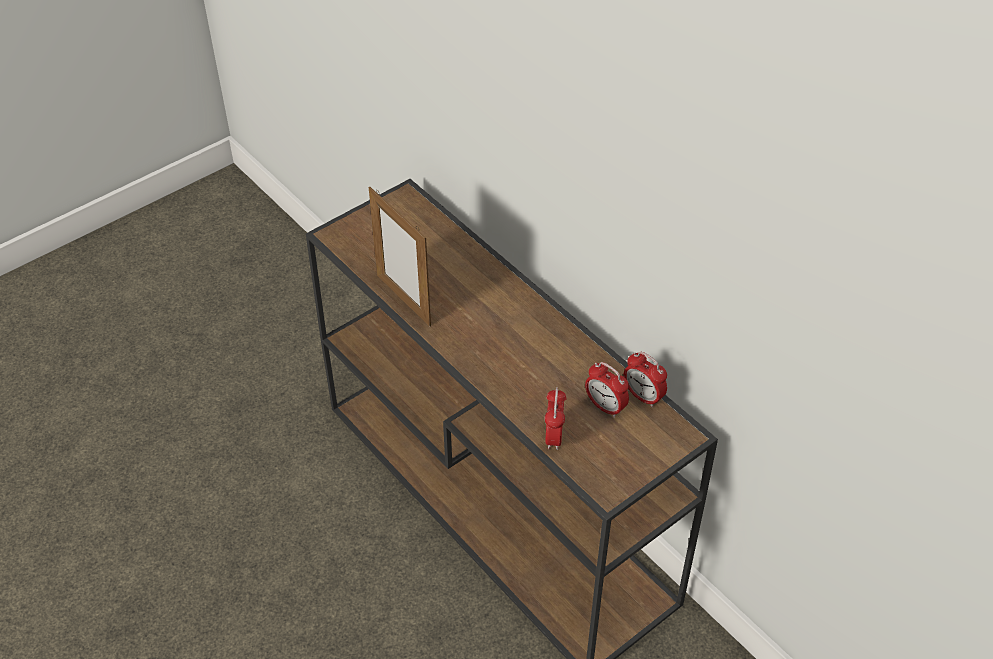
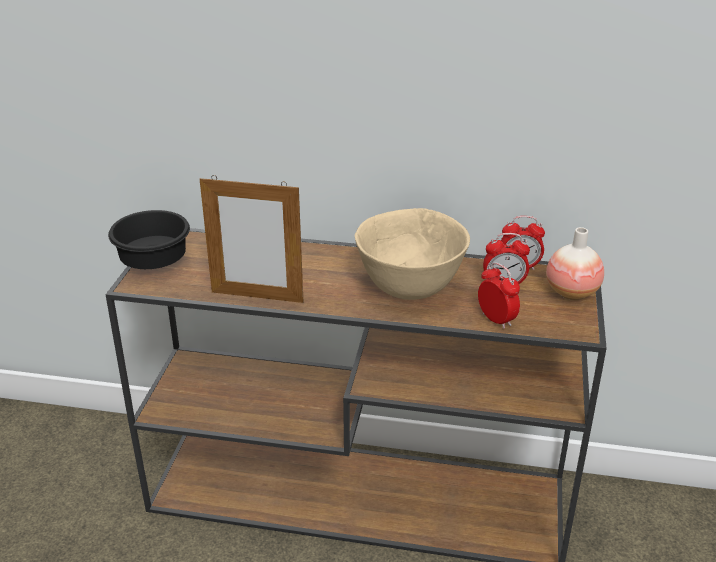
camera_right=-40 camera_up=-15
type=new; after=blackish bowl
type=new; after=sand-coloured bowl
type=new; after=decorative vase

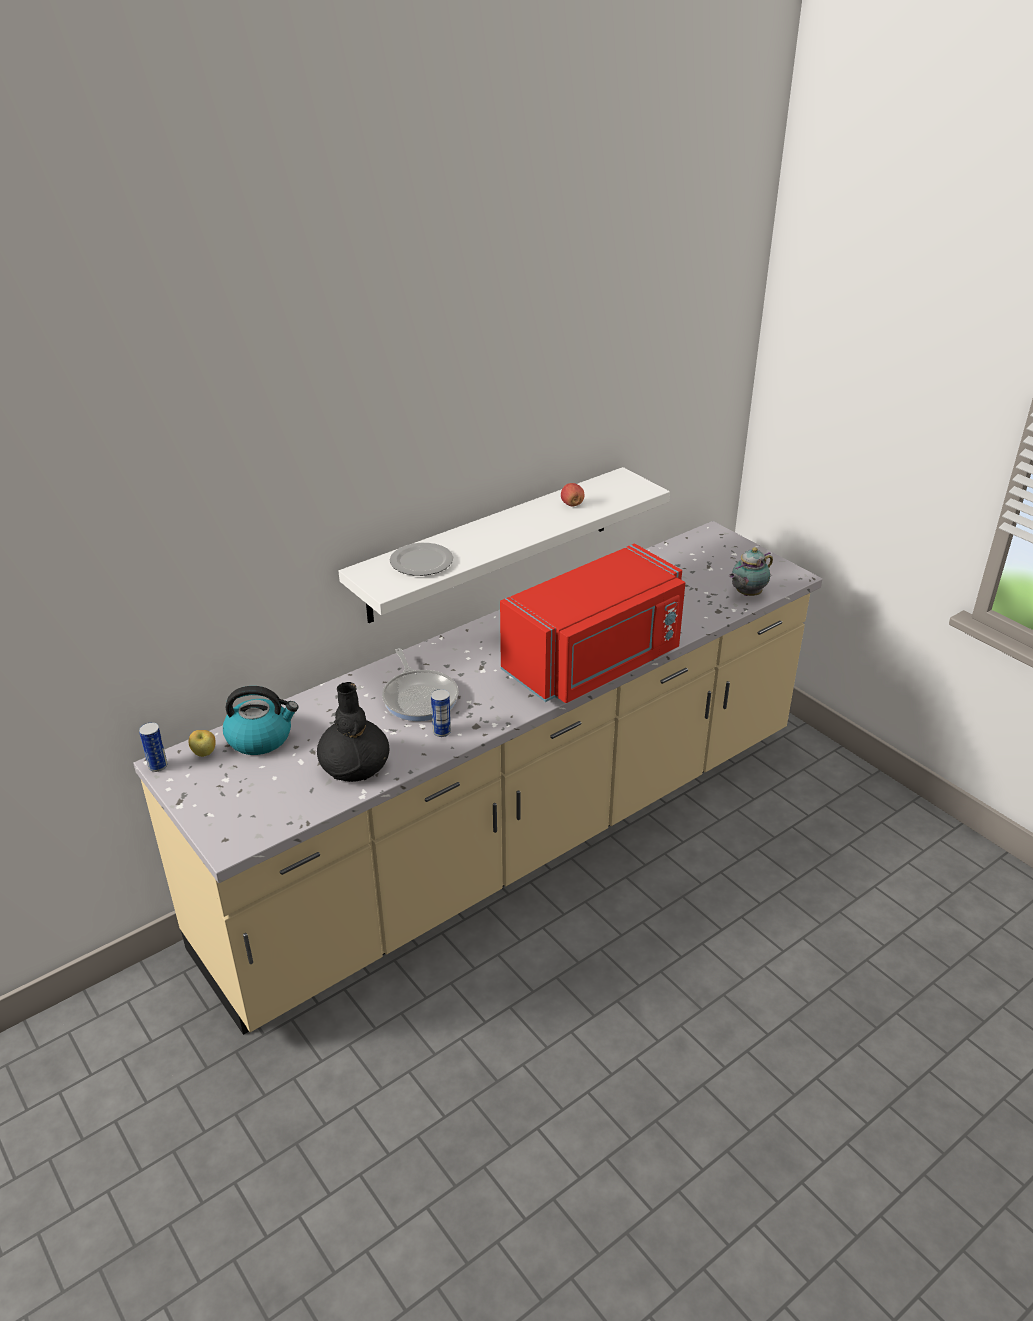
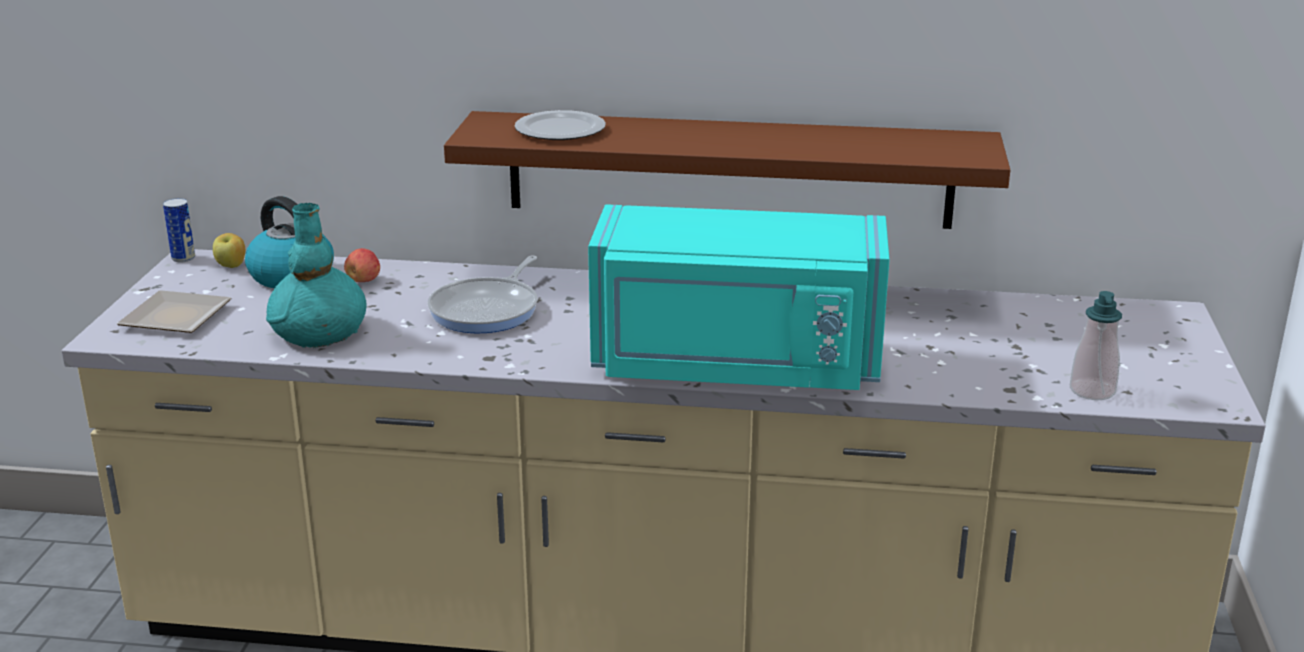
camera_right=45 camera_up=-10
type=gone; before=can (no. 2 from left)
type=new; after=flat dish (no. 1 from left)
type=shifted; before=apple fruit (no. 2 from left)
type=swapped; before=pot for tea; after=soap bottle
type=repainted; before=blackish decorative vase; after=turquoise decorative vase
type=repainted; before=white-coloured bracket shelf; after=brownish bracket shelf
type=repainted; before=reddish kitchen microwave; after=turquoise kitchen microwave

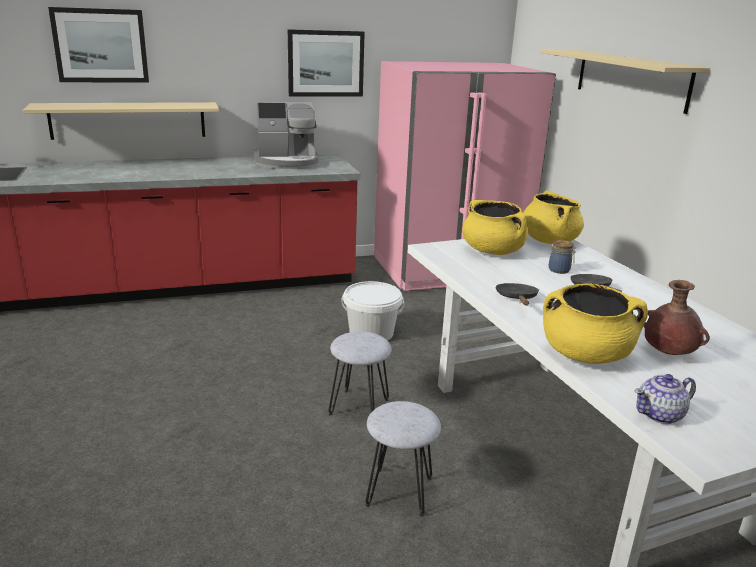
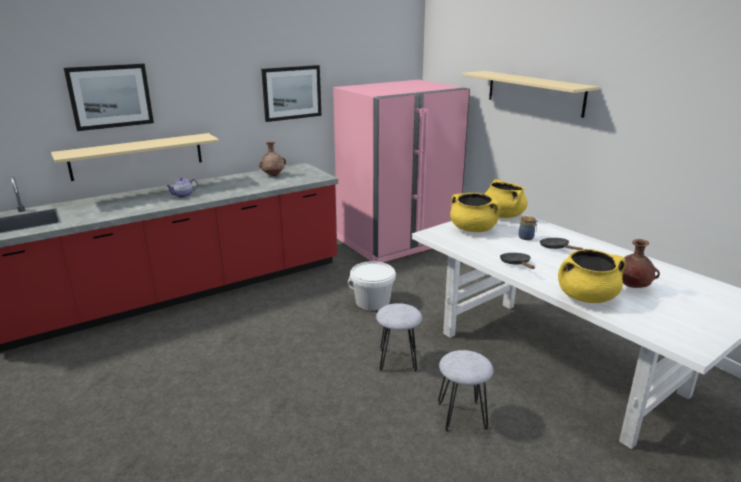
camera_right=-15 camera_up=0
type=shifted; before=pot for tea
type=swapped; before=coffee brewer; after=brownish decorative vase (no. 1 from left)

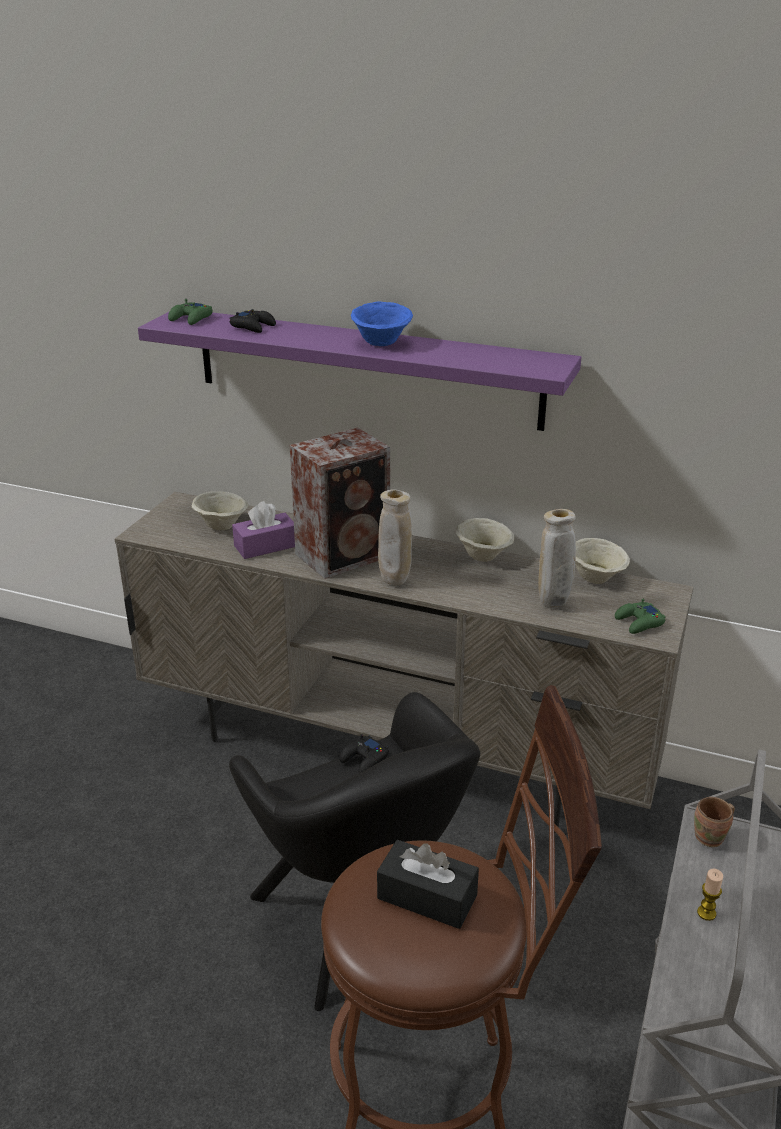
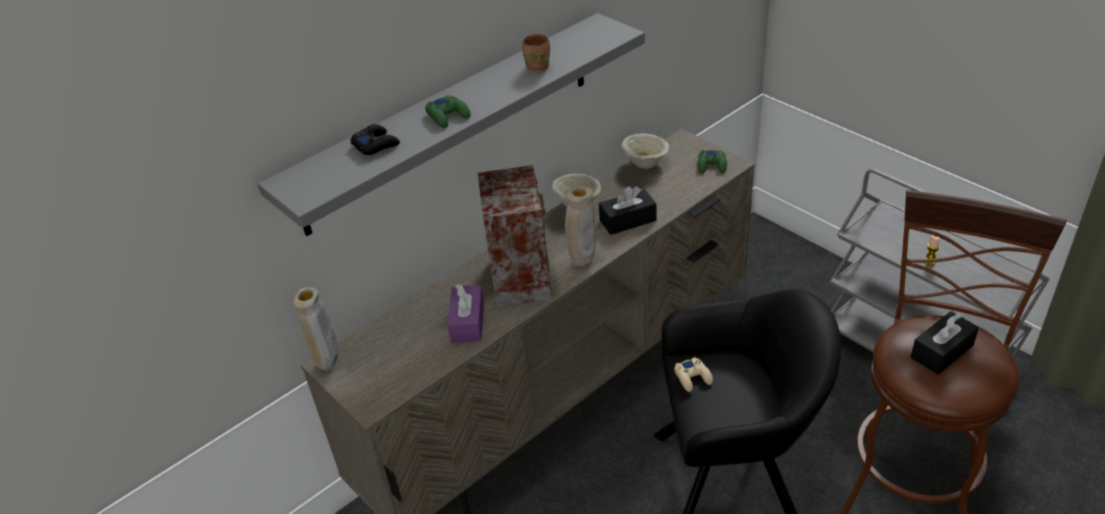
camera_right=-60 camera_up=10
type=gone; before=sand-coloured bowl (no. 1 from left)
type=gone; before=blue bowl
type=new; after=blackish tissue box (no. 1 from left)
type=shifted; before=green joypad (no. 1 from left)
type=shifted; before=sand-coloured decorative vase (no. 2 from left in the first image); after=sand-coloured decorative vase (no. 1 from left)
type=shifted; before=brownish coffee mug
type=repainted; before=purple-coloured bracket shelf; after=greyish bracket shelf
type=repainted; before=blackish joypad (no. 2 from left); after=sand-coloured joypad

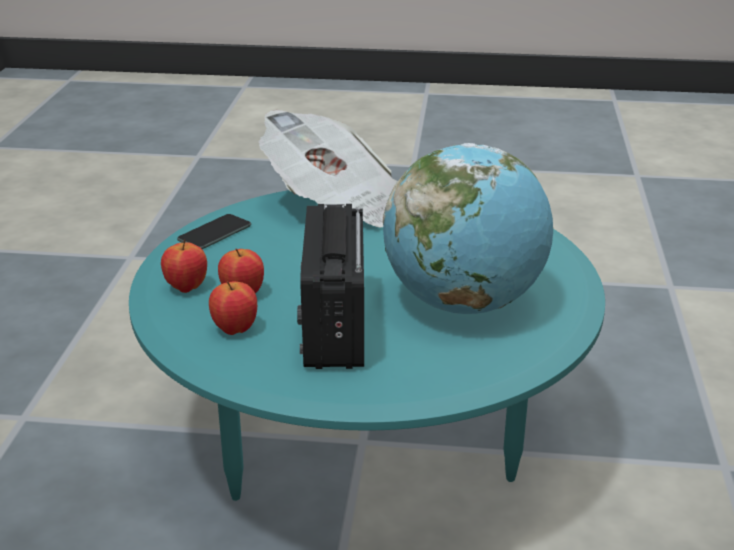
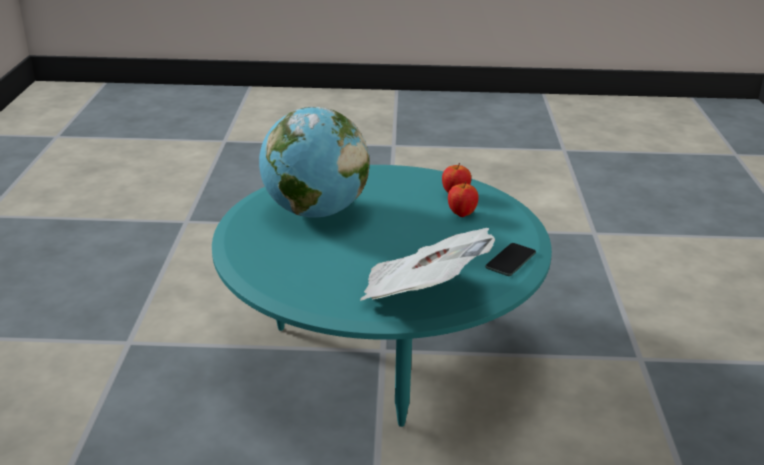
camera_right=175 camera_up=0
type=gone; before=apple fruit (no. 1 from left)
type=gone; before=radio set

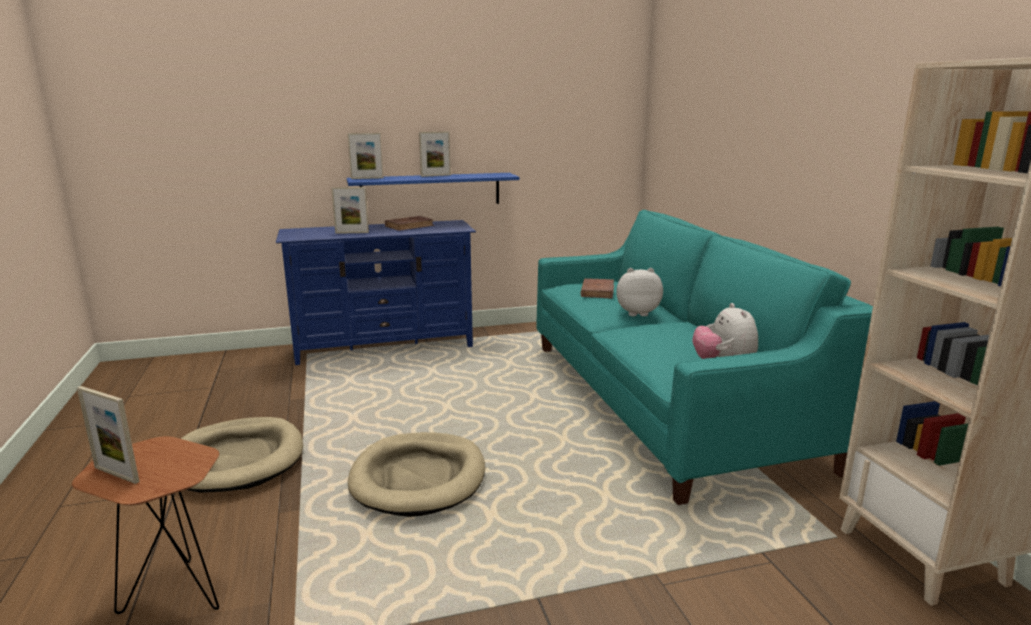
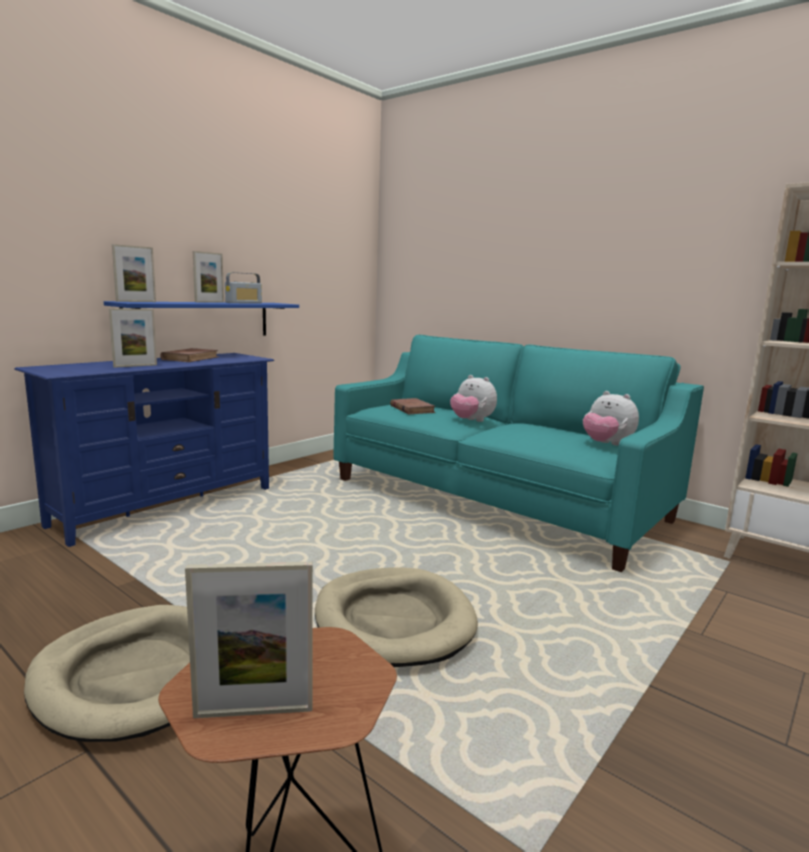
camera_right=-35 camera_up=-5
type=new; after=radio set
type=rotated; before=soft toy (no. 1 from left); turn=-105

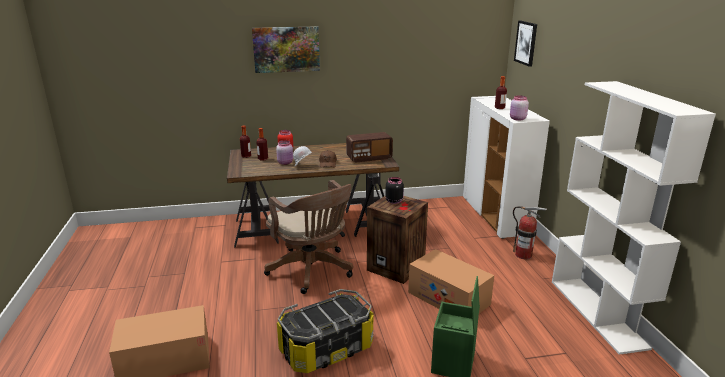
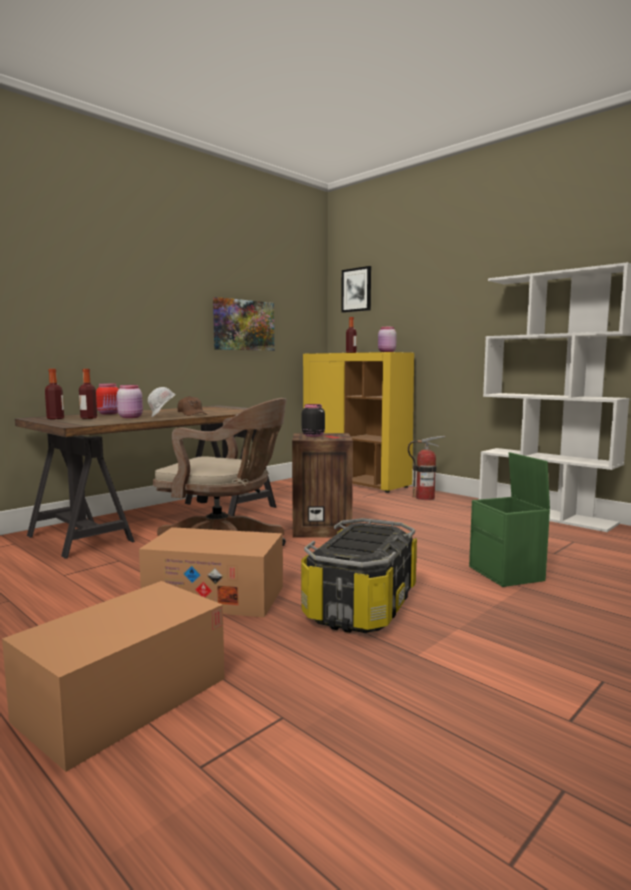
camera_right=-35 camera_up=-15
type=gone; before=radio set
type=shifted; before=picture (no. 1 from left)
type=shifted; before=packing box (no. 2 from left)
type=repainted; before=white-coloured cupboard; after=yellow cupboard

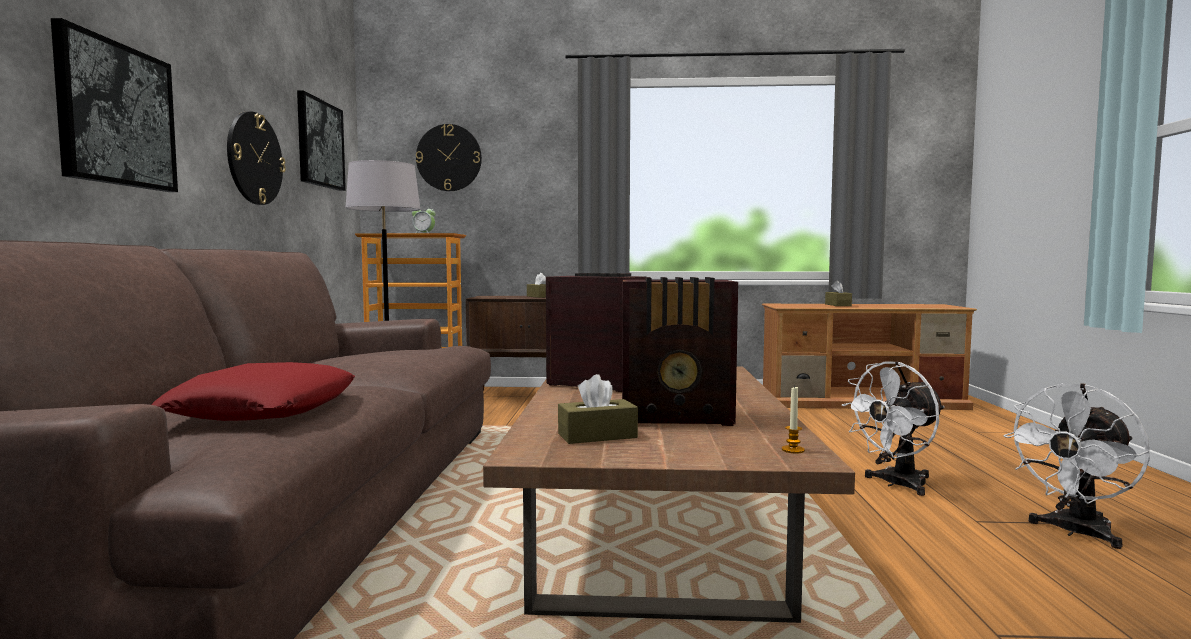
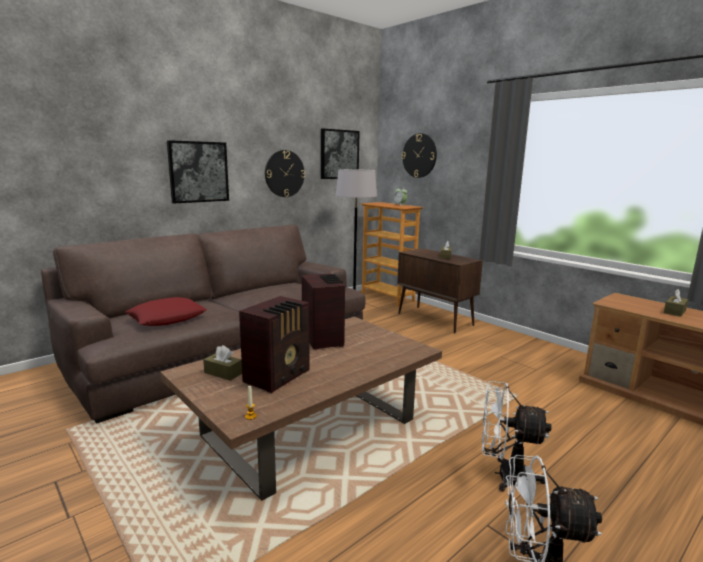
camera_right=45 camera_up=10
type=rotated; before=radio set (no. 2 from left in the first image); turn=-105

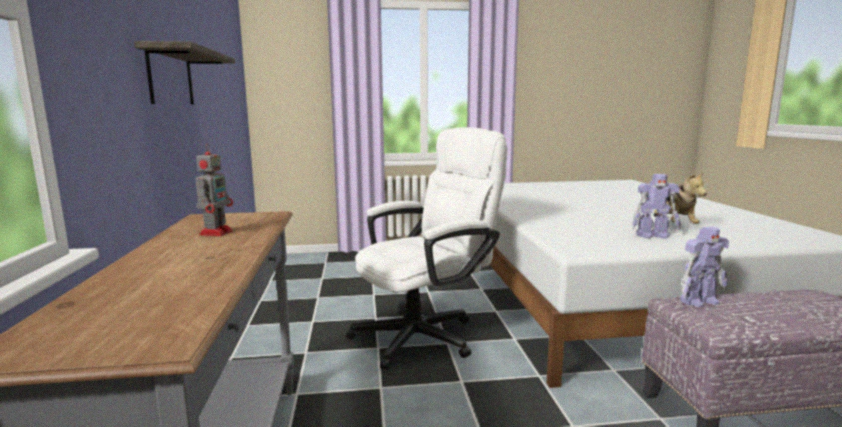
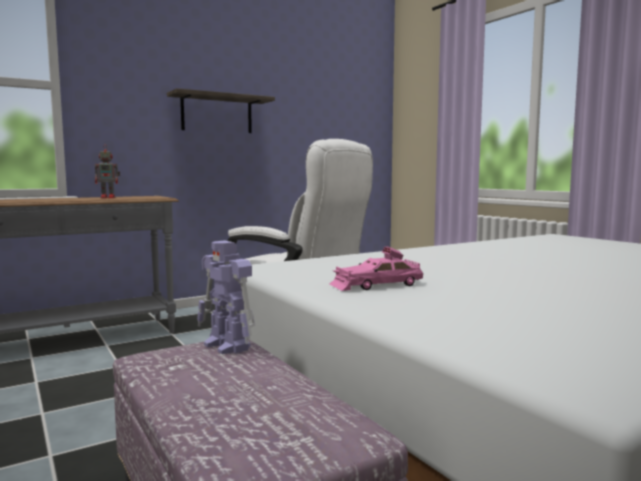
camera_right=65 camera_up=-5
type=gone; before=soft toy
type=swapped; before=model robot (no. 2 from left); after=pinkish toy car

